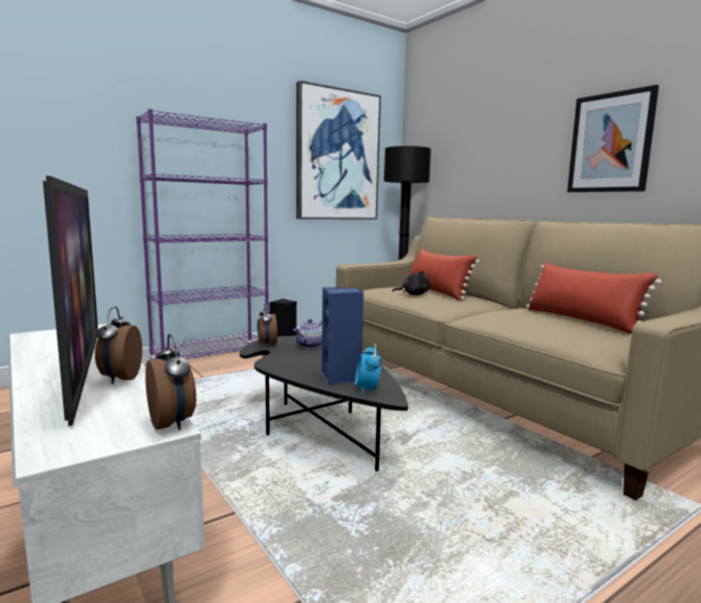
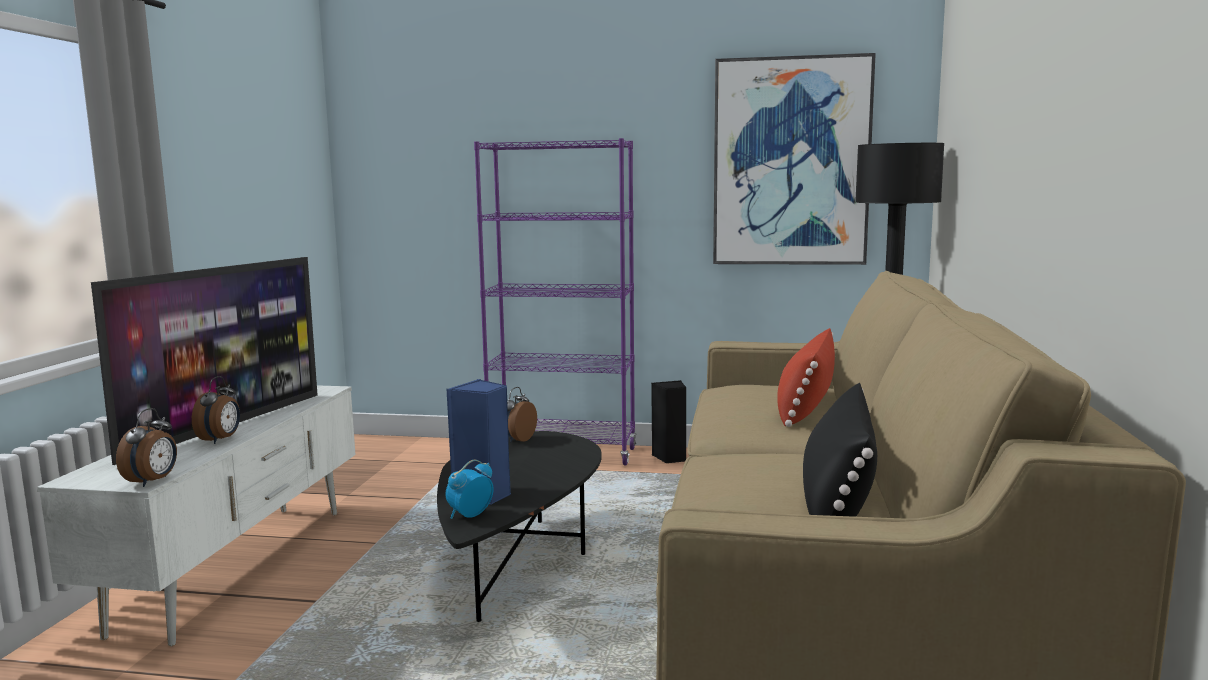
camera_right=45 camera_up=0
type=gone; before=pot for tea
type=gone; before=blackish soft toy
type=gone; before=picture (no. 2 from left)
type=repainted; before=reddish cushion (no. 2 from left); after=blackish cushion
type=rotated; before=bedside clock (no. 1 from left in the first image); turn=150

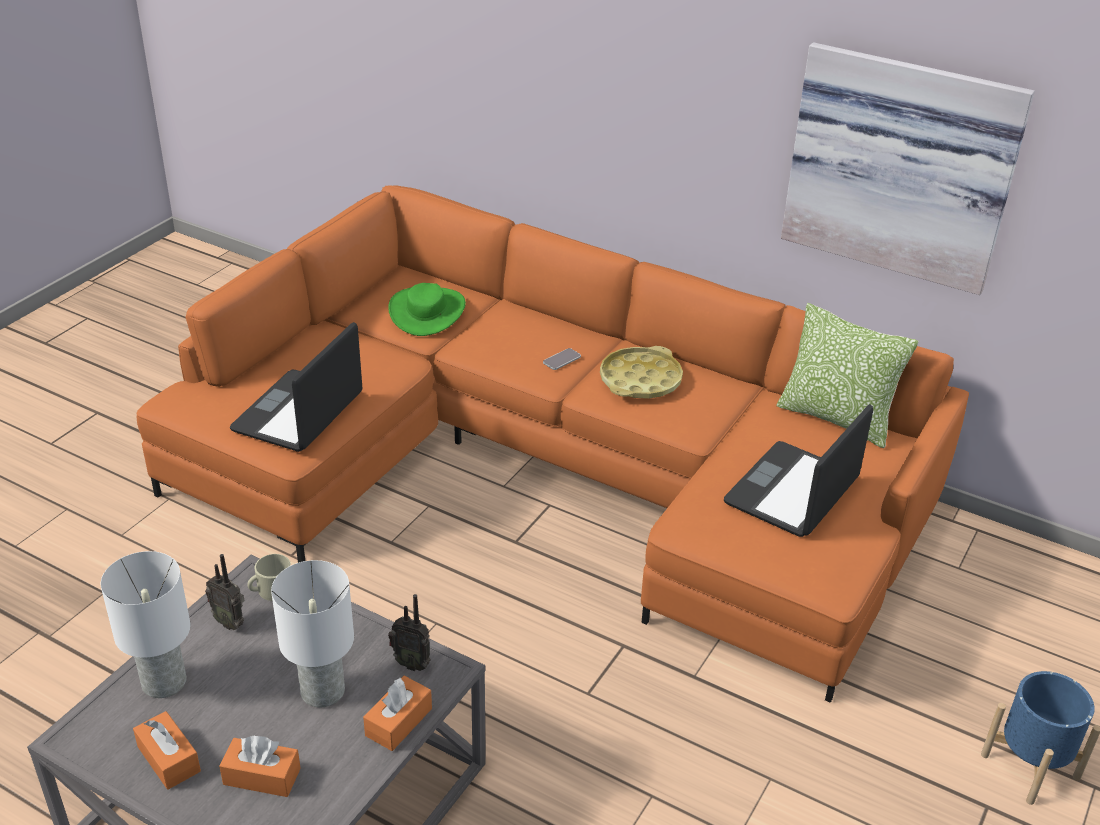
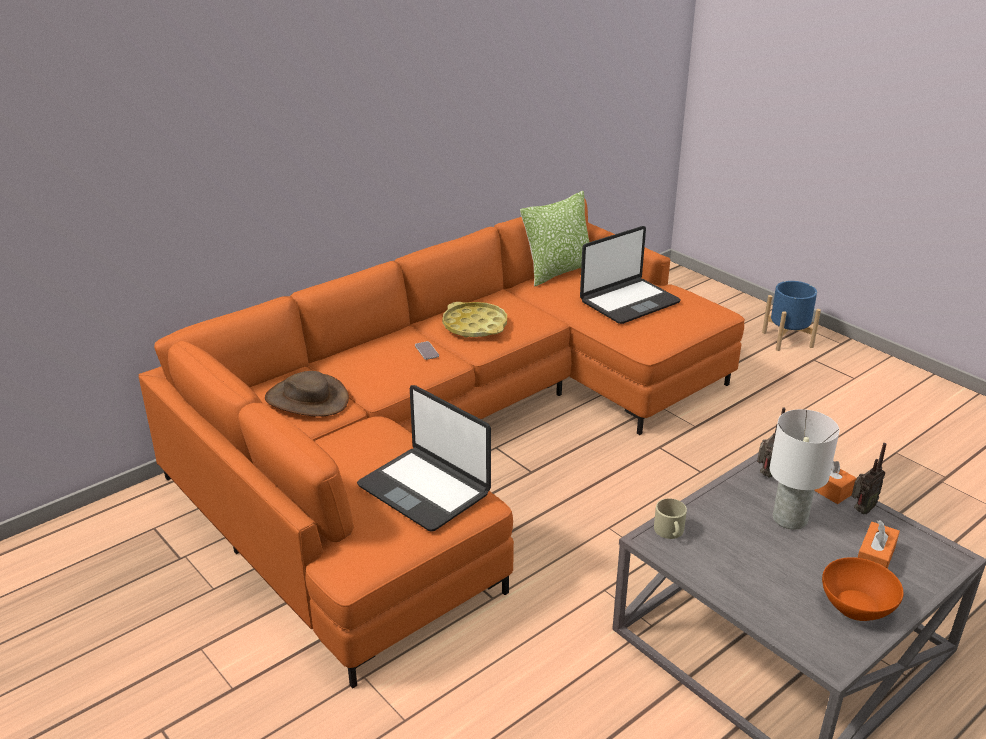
camera_right=-70 camera_up=-5
type=gone; before=white-coloured tabletop lamp (no. 1 from left)
type=gone; before=picture
type=shifted; before=radio set (no. 1 from left in the first image); after=radio set (no. 2 from left)
type=swapped; before=orange-coloured tissue box (no. 1 from left); after=orange-coloured bowl
type=repainted; before=green clothing hat; after=brownish clothing hat
type=rotated; before=laptop (no. 2 from left); turn=-90

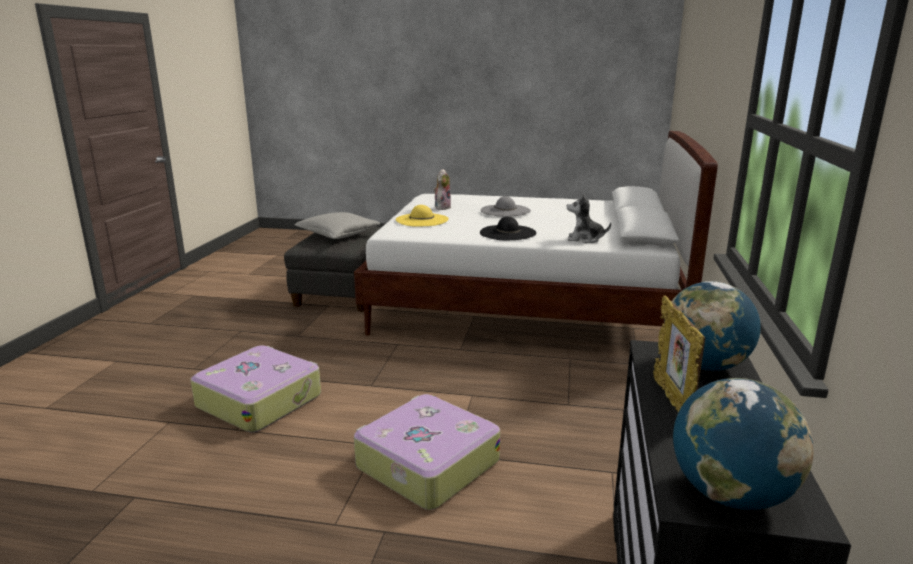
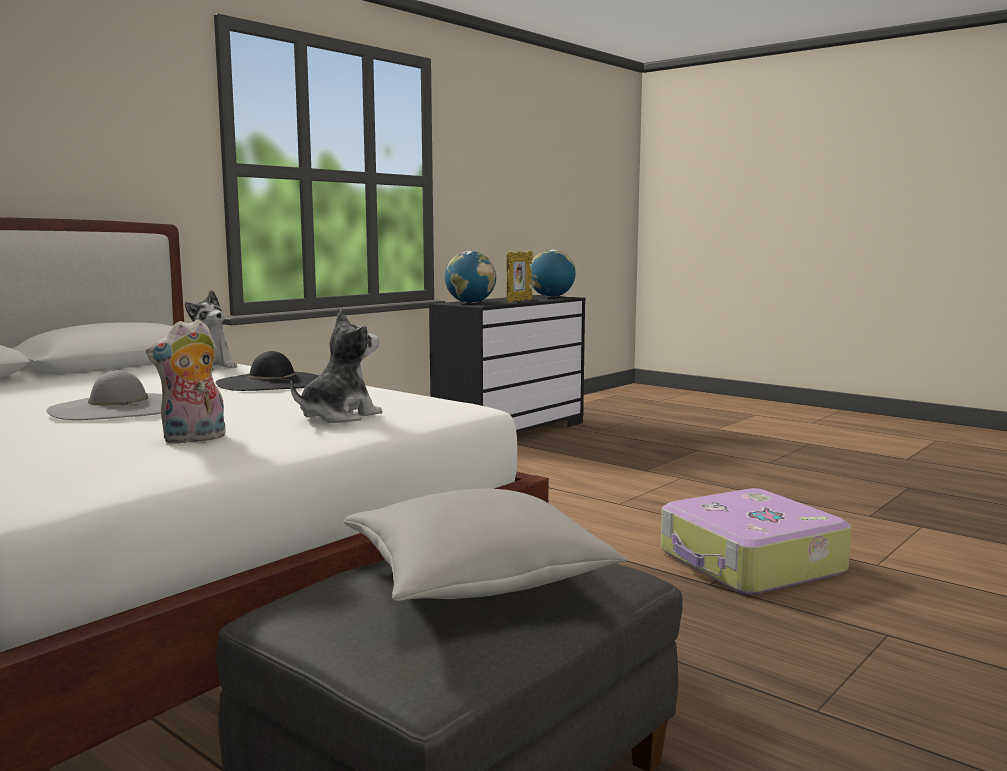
camera_right=-150 camera_up=-10
type=gone; before=suitcase (no. 2 from left)
type=swapped; before=yellow clothing hat; after=soft toy (no. 3 from left)

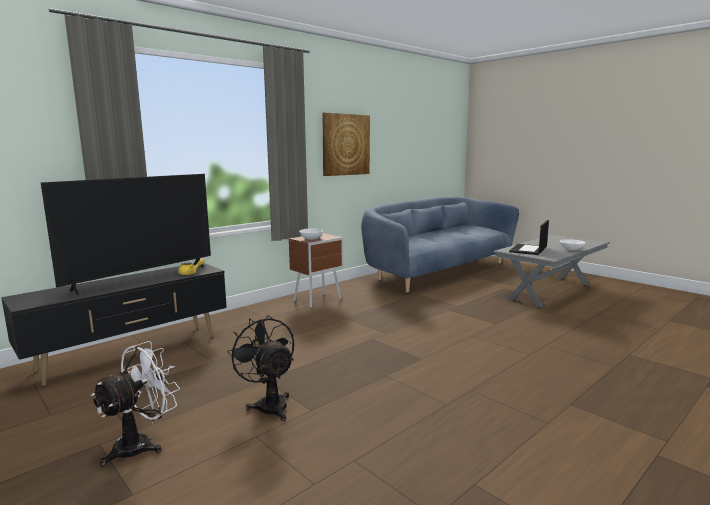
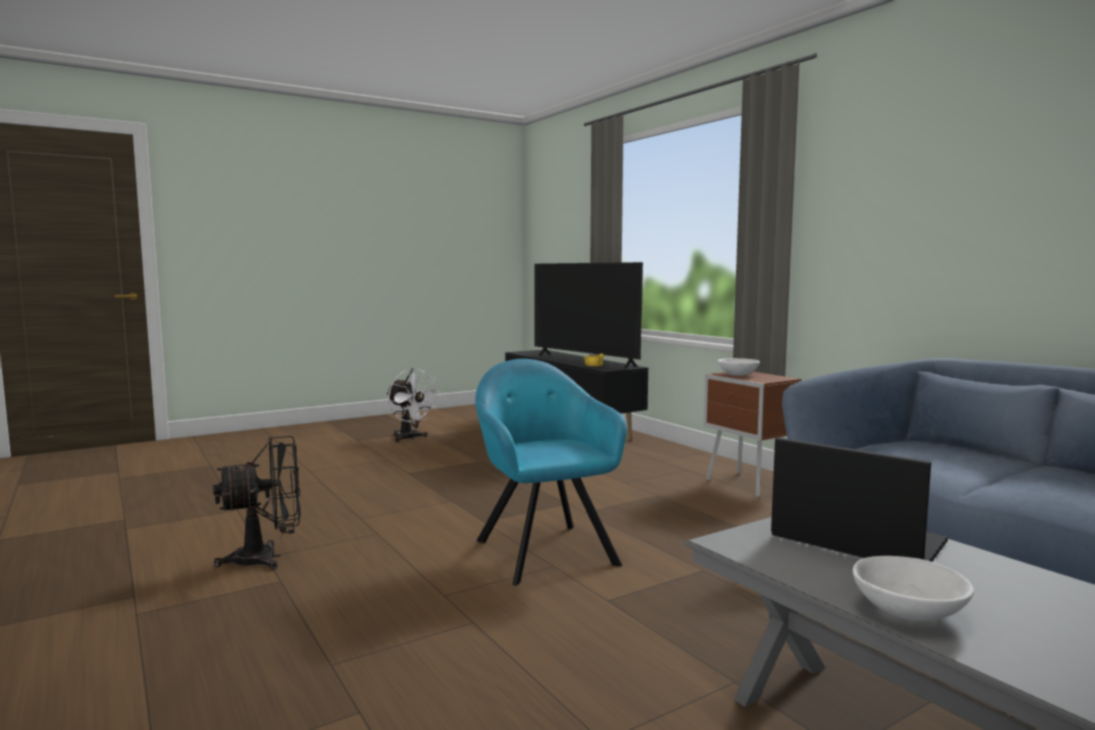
camera_right=100 camera_up=-5
type=gone; before=picture
type=new; after=turquoise armchair
type=shifted; before=blackish electric fan

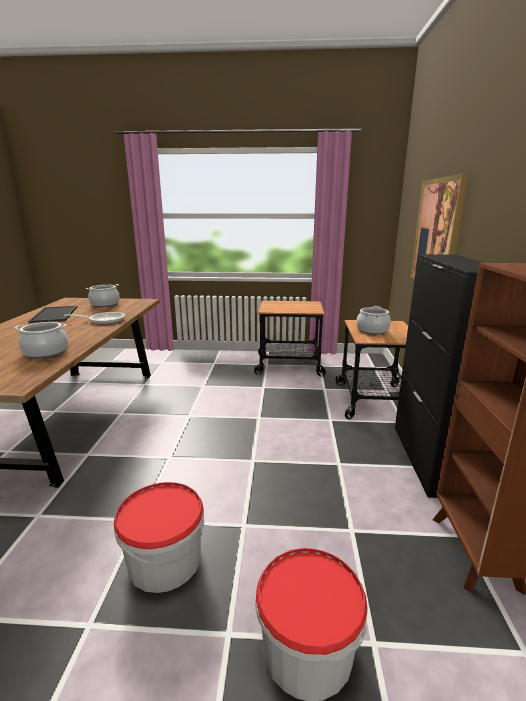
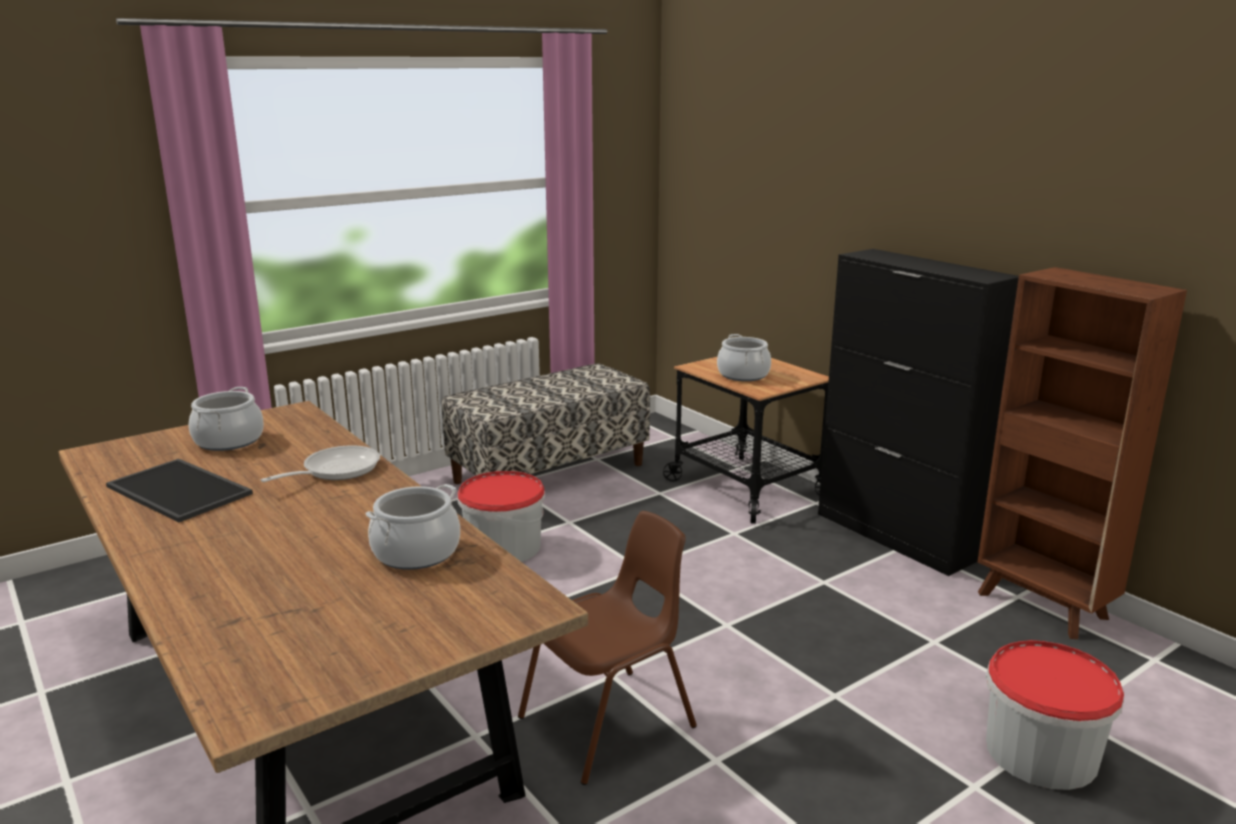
camera_right=-40 camera_up=0
type=gone; before=picture
type=new; after=brownish plain chair
type=shifted; before=water bucket (no. 1 from left)
type=swapped; before=cart (no. 1 from left); after=indoor bench

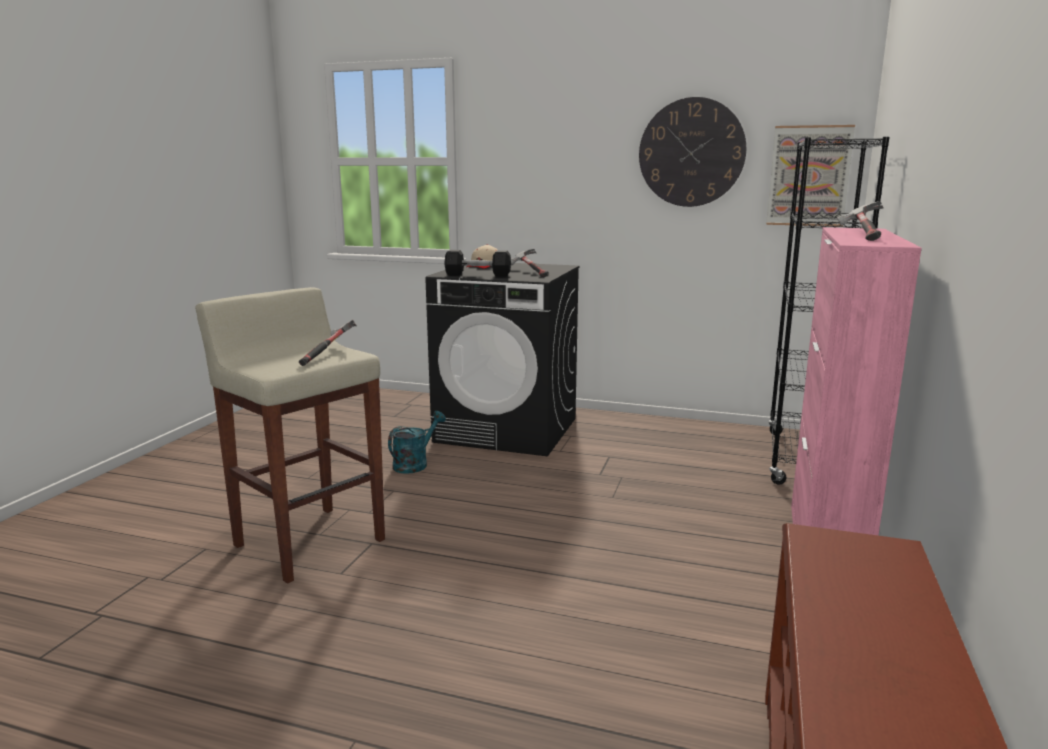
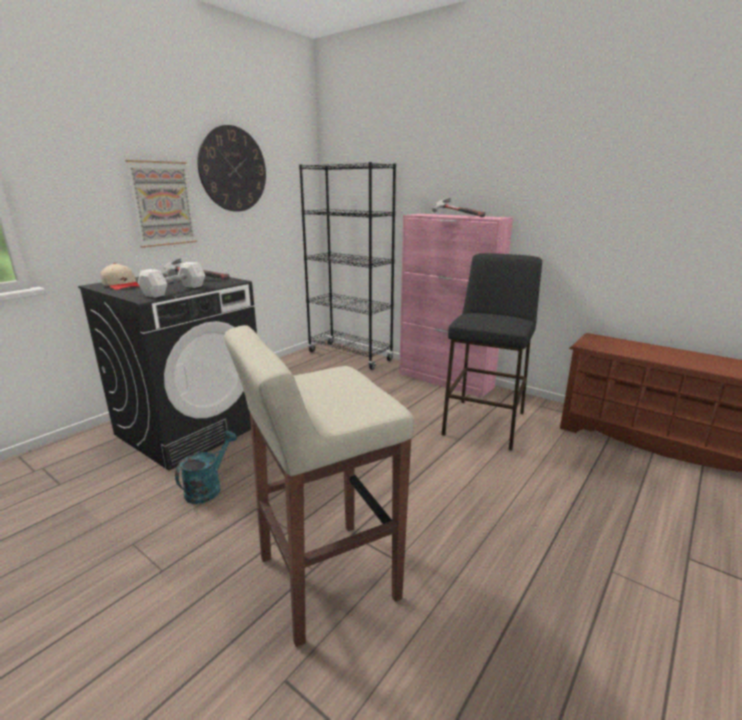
camera_right=-70 camera_up=5
type=gone; before=tool hammer (no. 1 from left)
type=new; after=blackish stool
type=shifted; before=picture
type=repainted; before=blackish free weight; after=white-coloured free weight
type=rotated; before=turquoise watering can; turn=60

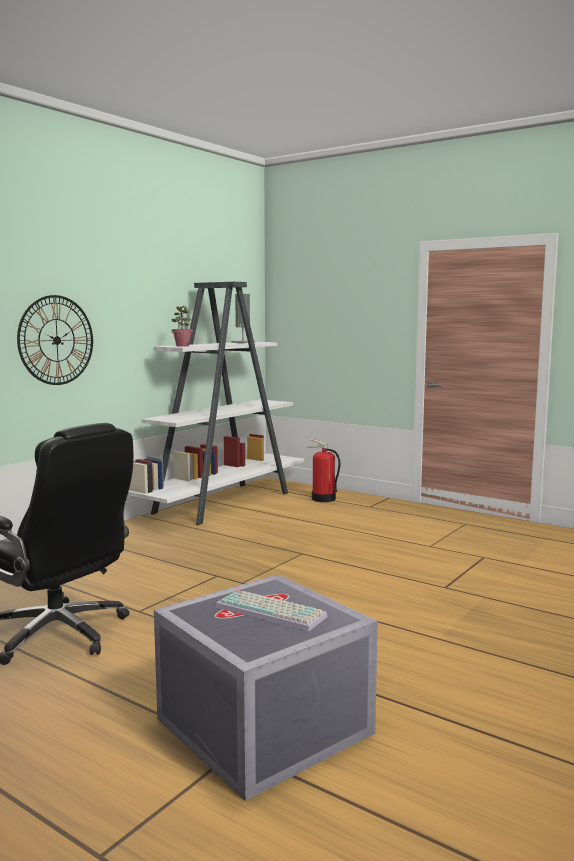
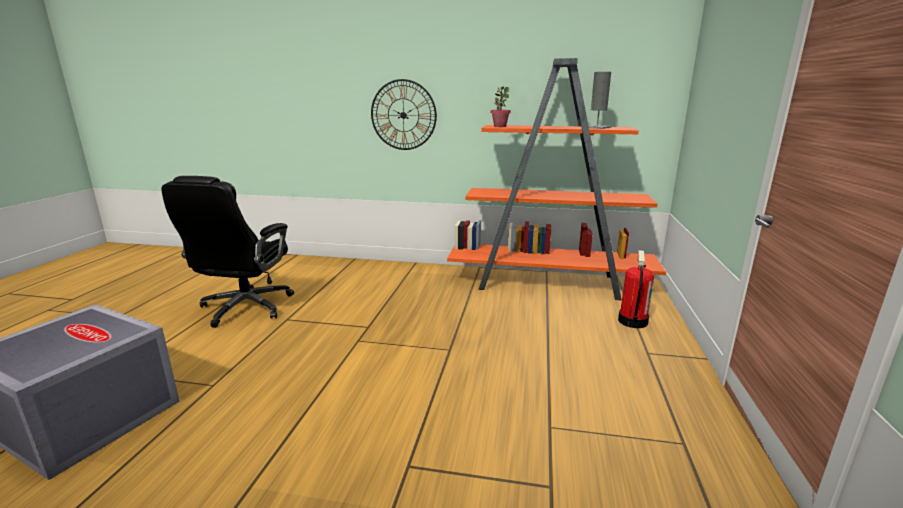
camera_right=65 camera_up=10
type=gone; before=PC keyboard
type=repainted; before=white-coloured bookcase; after=orange-coloured bookcase

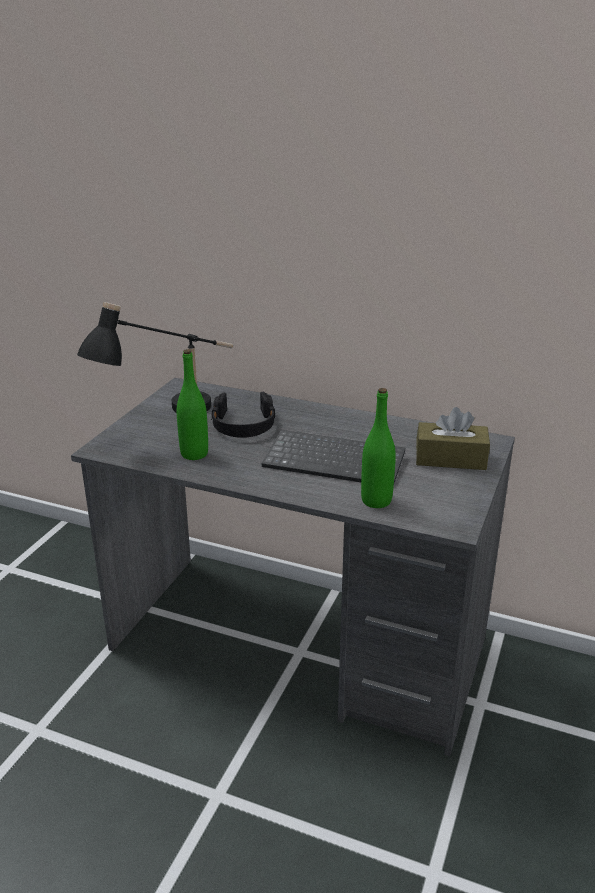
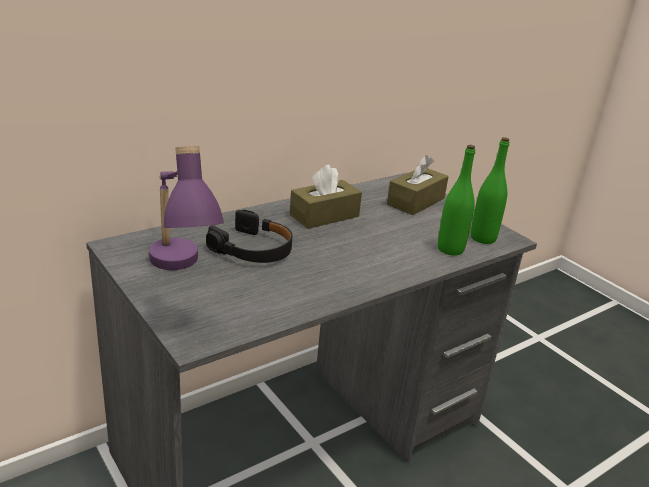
camera_right=-60 camera_up=0
type=gone; before=PC keyboard
type=new; after=brownish tissue box (no. 1 from left)
type=shifted; before=green bottle (no. 1 from left in the first image); after=green bottle (no. 2 from left)
type=repainted; before=blackish tabletop lamp; after=purple-coloured tabletop lamp

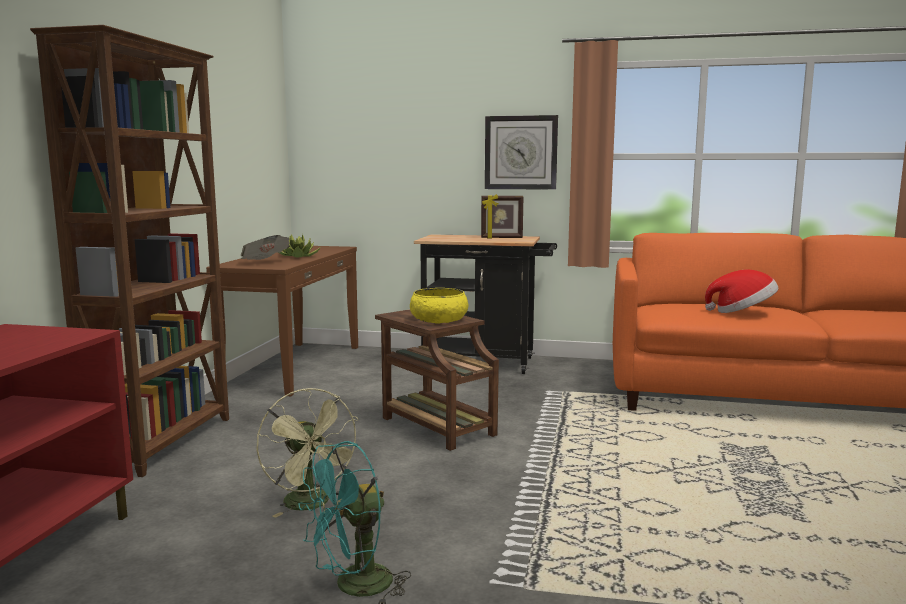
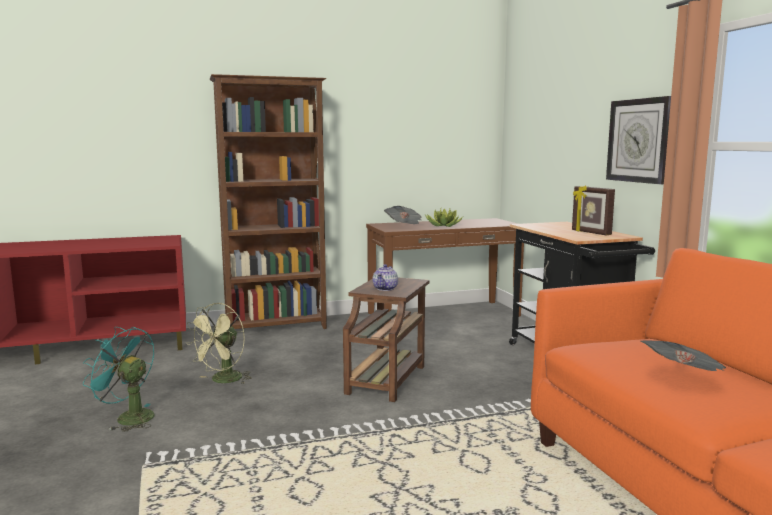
camera_right=60 camera_up=0
type=swapped; before=yellow bowl; after=pot for tea
type=swapped; before=clothing hat; after=newspaper (no. 2 from left)

